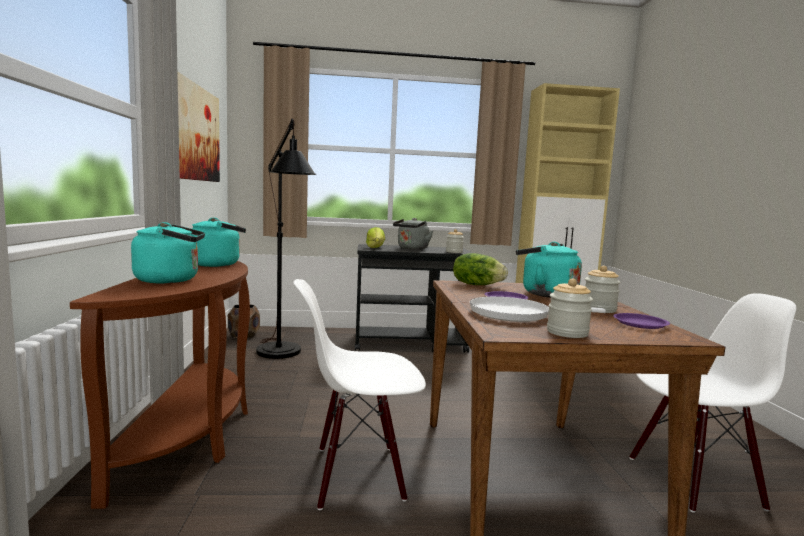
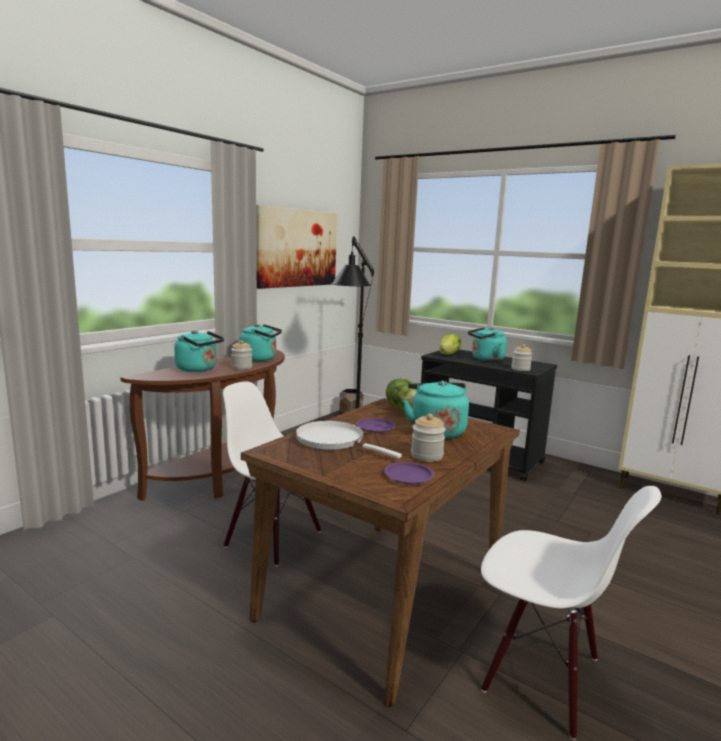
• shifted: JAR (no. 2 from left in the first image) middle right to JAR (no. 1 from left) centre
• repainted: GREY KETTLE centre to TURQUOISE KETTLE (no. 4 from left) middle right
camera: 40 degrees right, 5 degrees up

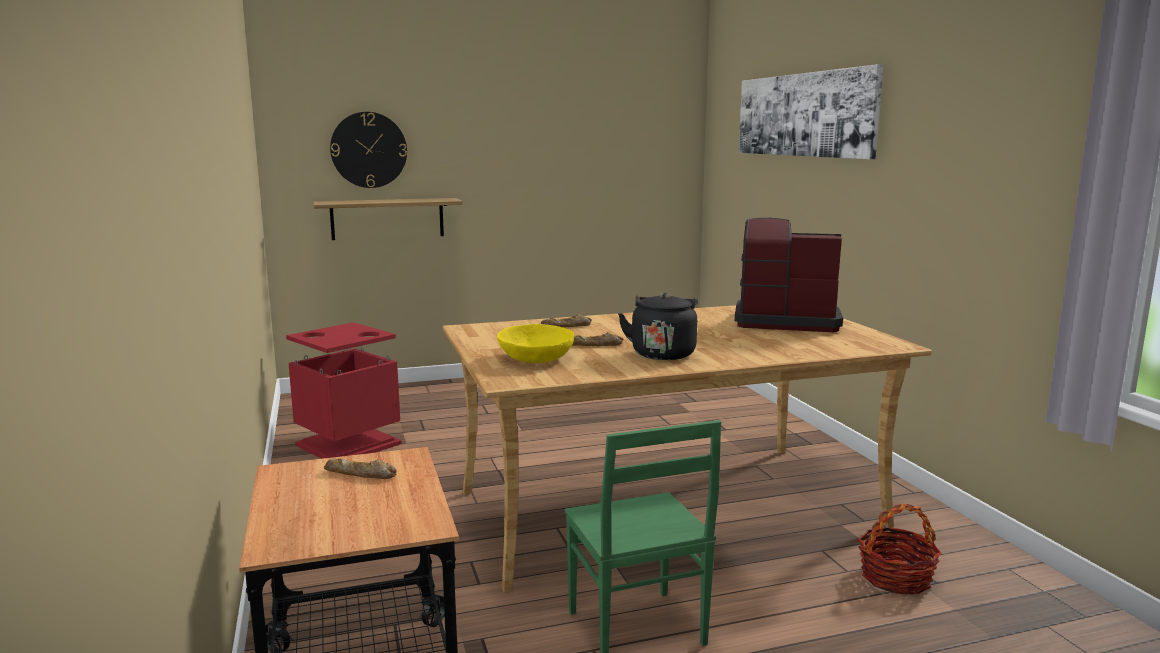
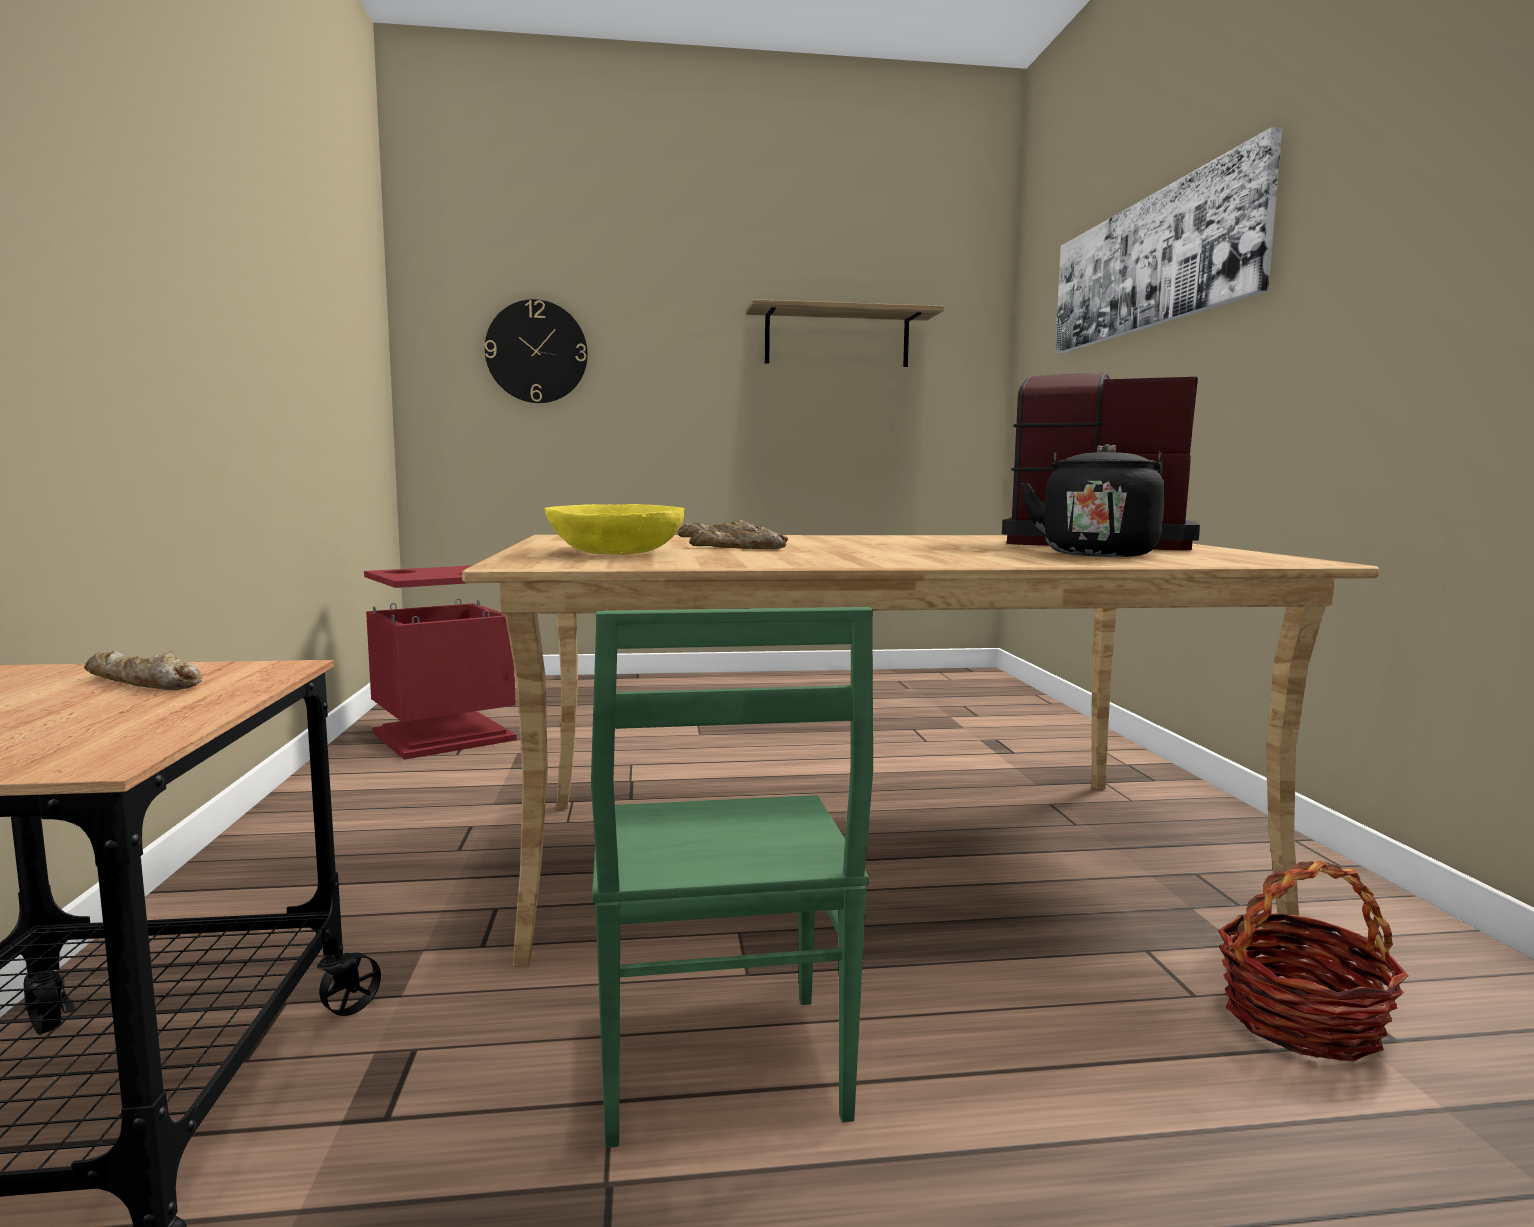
• shifted: SHELF centre to top centre
• shifted: BLACK KETTLE centre to middle right
camera: 10 degrees right, 5 degrees down

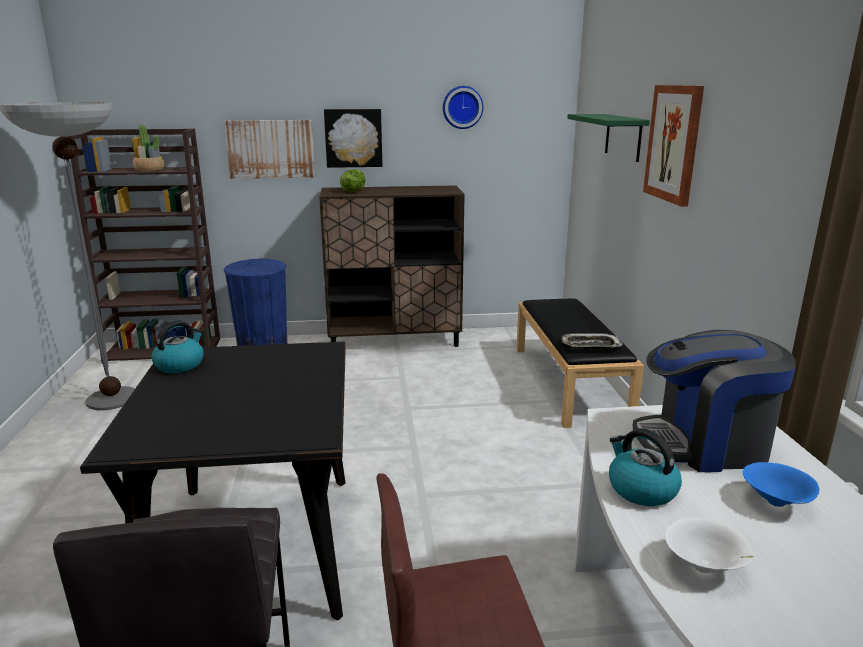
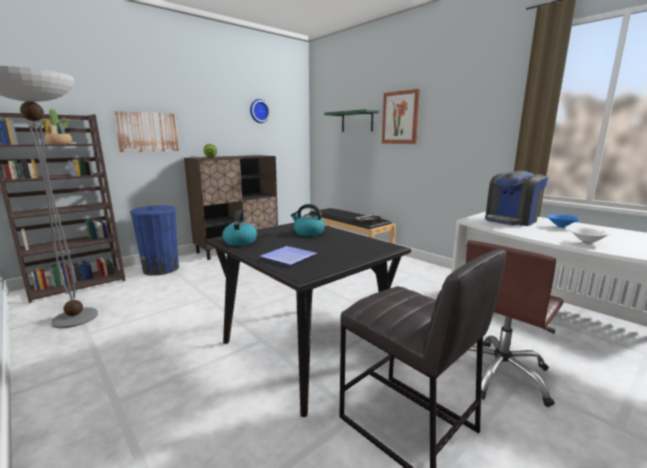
• gone: PICTURE (no. 2 from left) top centre
• new: PLATE centre
• shifted: KETTLE (no. 2 from left) bottom right to centre
camera: 35 degrees left, 5 degrees down

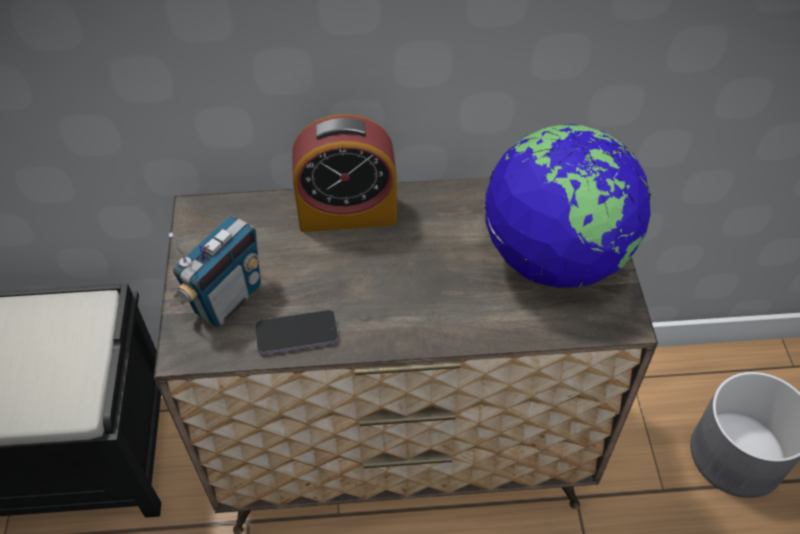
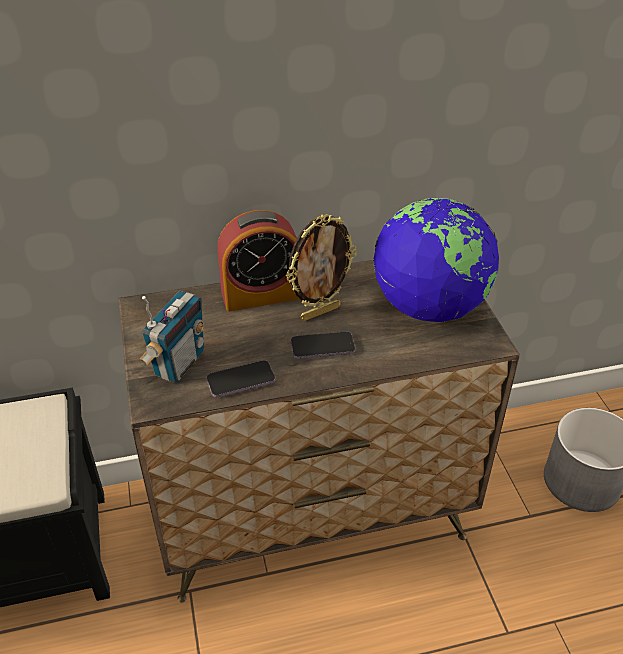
• new: PICTURE FRAME centre
• new: PHONE (no. 2 from left) centre
camera: 10 degrees left, 10 degrees down

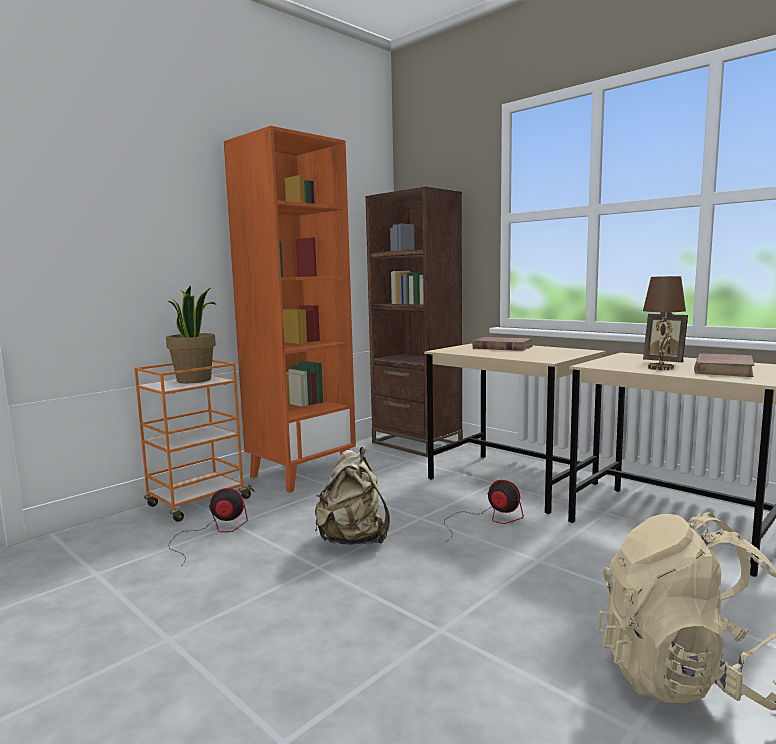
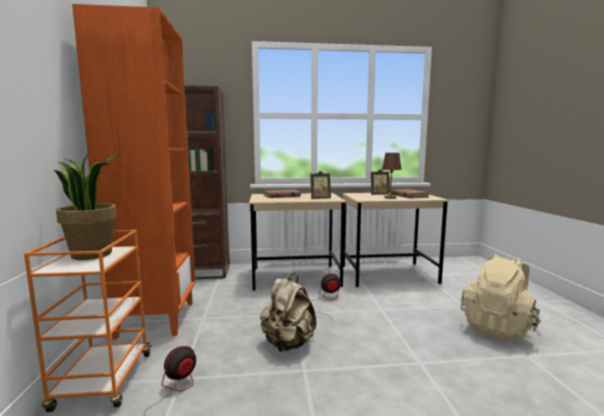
• new: PICTURE FRAME (no. 1 from left) centre
camera: 50 degrees left, 0 degrees up

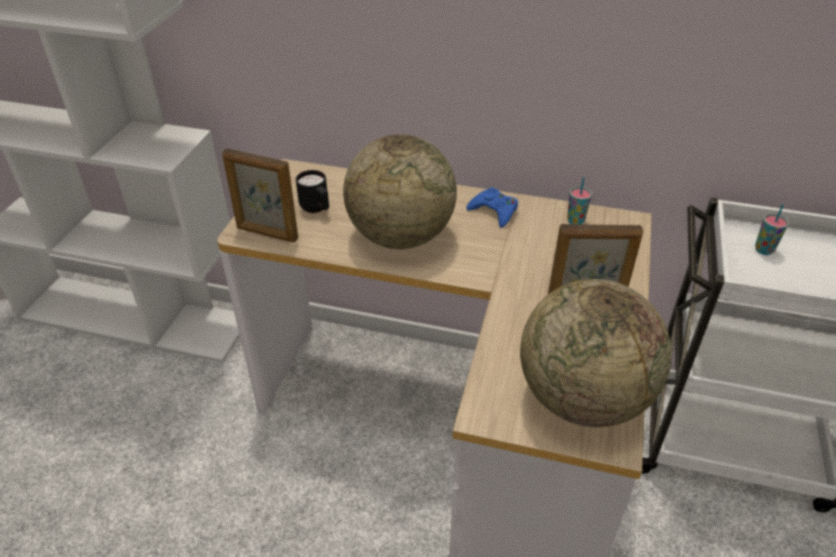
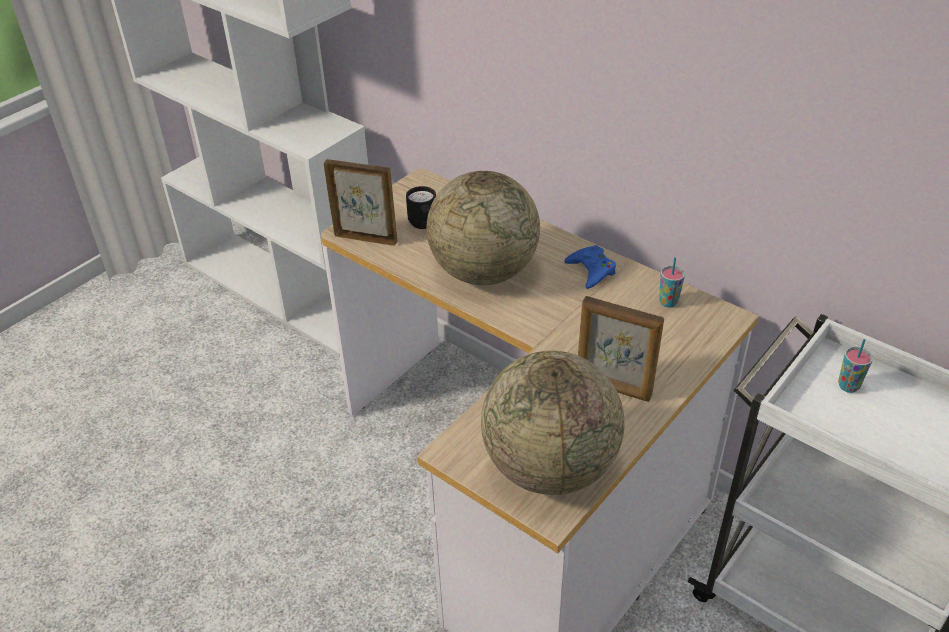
• rotated: PICTURE FRAME (no. 1 from left) middle left = top centre 150 degrees clockwise
camera: 25 degrees right, 0 degrees up

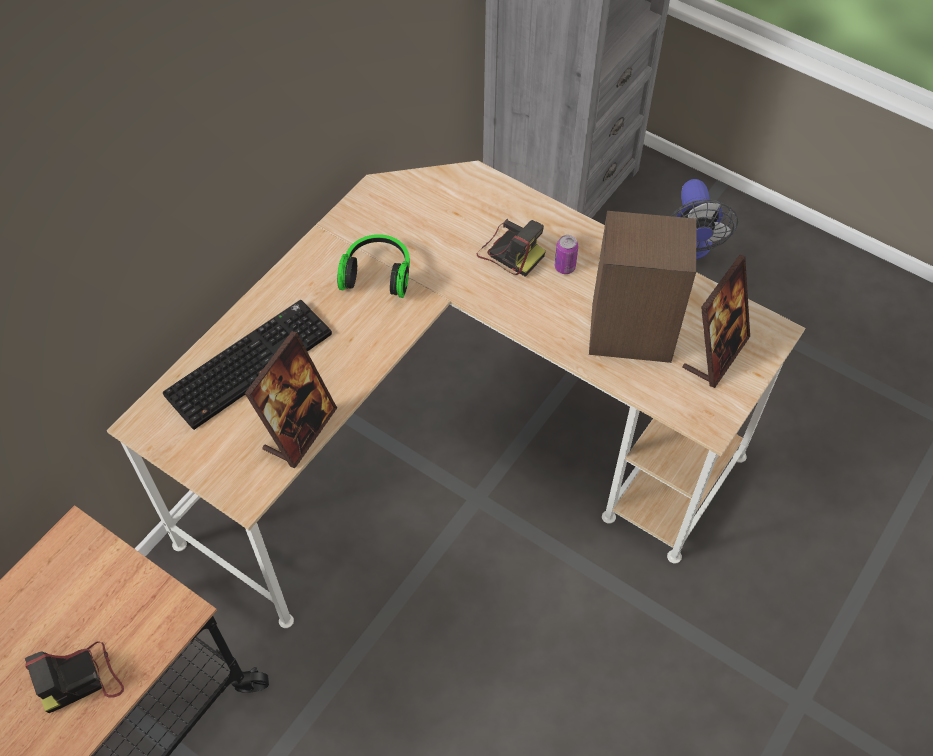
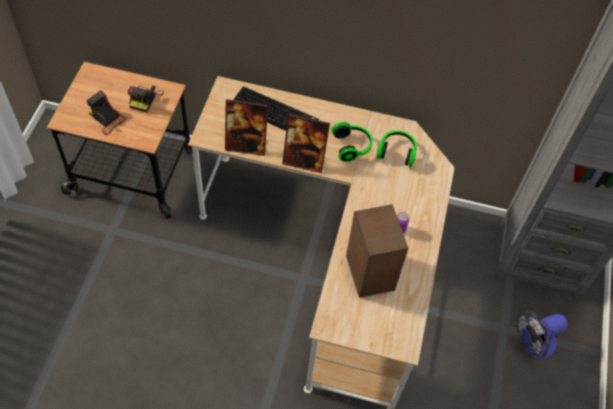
• new: HEADPHONES (no. 2 from left) centre
• shifted: PHOTO CAMERA (no. 2 from left) top centre to top left
• shifted: PICTURE FRAME (no. 2 from left) middle right to centre
camera: 65 degrees right, 0 degrees up

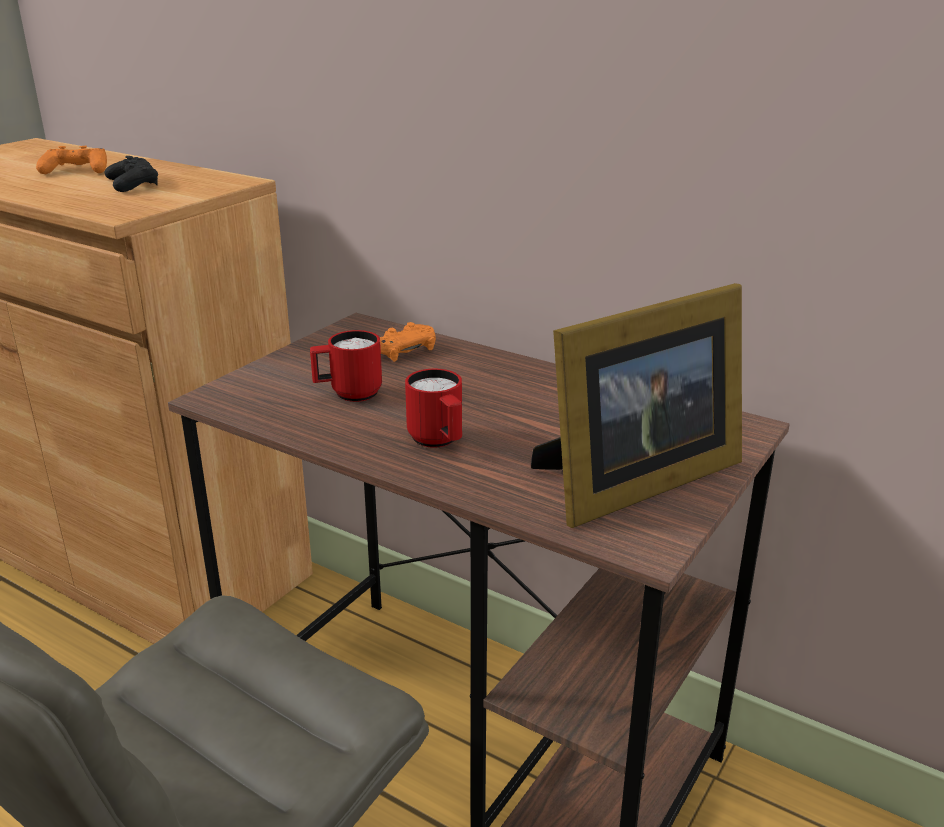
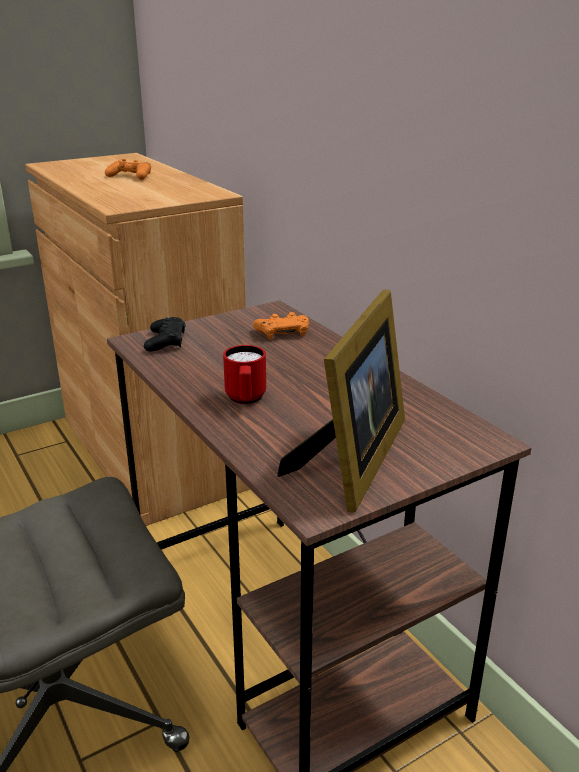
• gone: RED MUG (no. 1 from left) centre
• shifted: BLACK GAME CONTROLLER top left to middle left
• rotated: PICTURE FRAME middle right = centre 60 degrees counterclockwise
camera: 25 degrees right, 0 degrees up

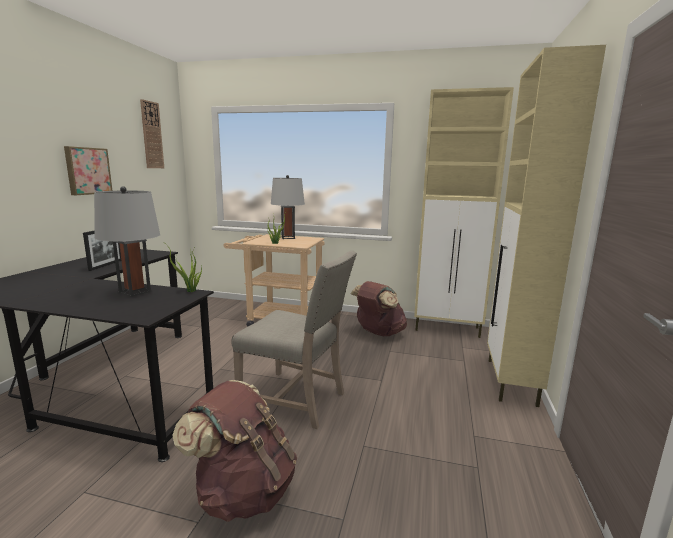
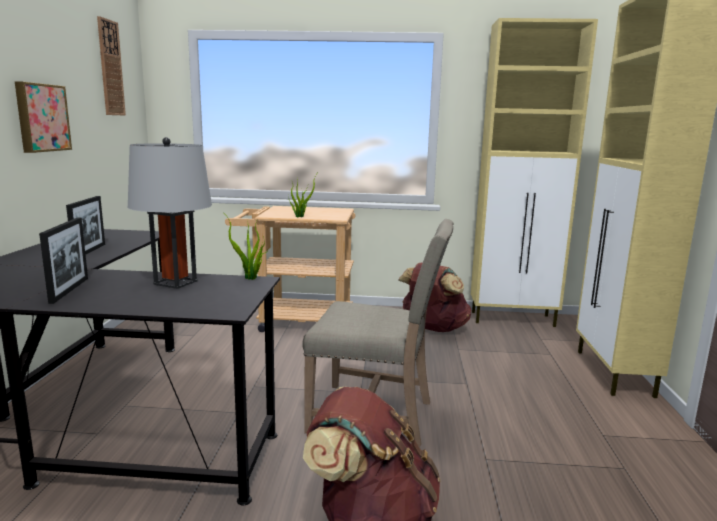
• gone: GREY TABLE LAMP (no. 2 from left) centre
• new: PICTURE FRAME (no. 1 from left) middle left
camera: 10 degrees left, 0 degrees up

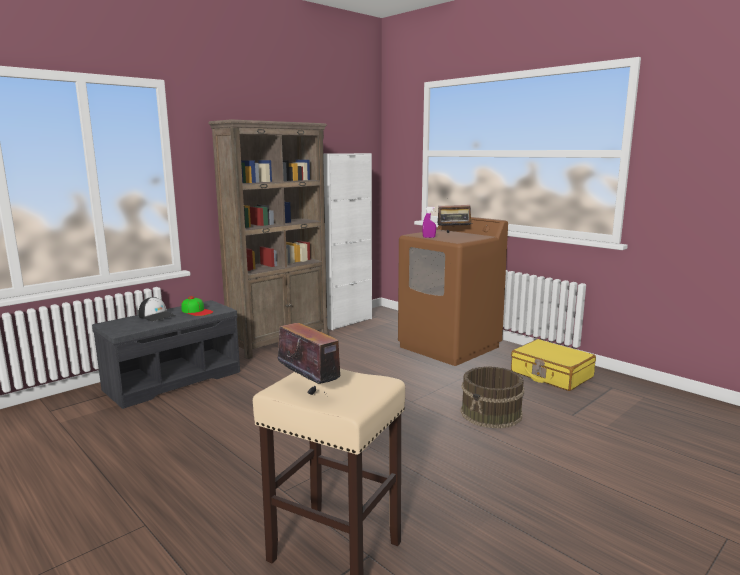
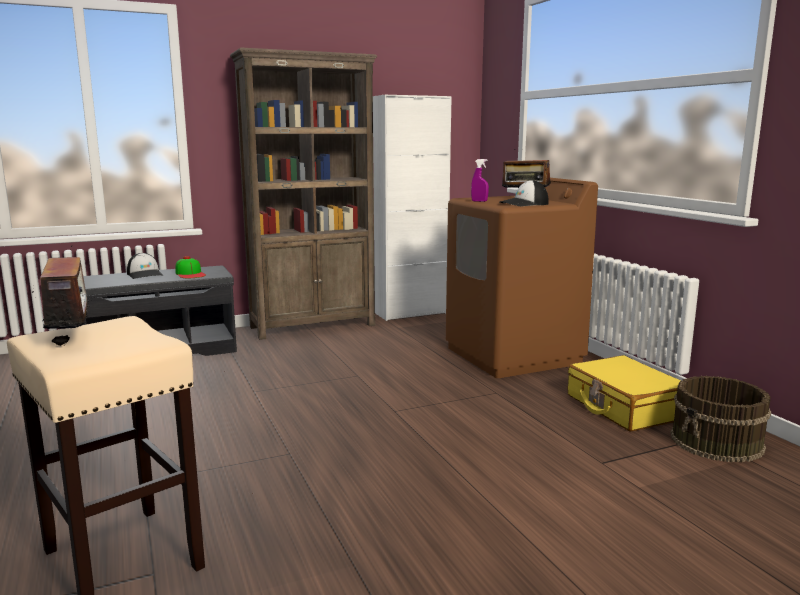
• new: CAP (no. 3 from left) top centre
• shifted: BROWN BUCKET bottom centre to bottom right
camera: 20 degrees right, 0 degrees up

